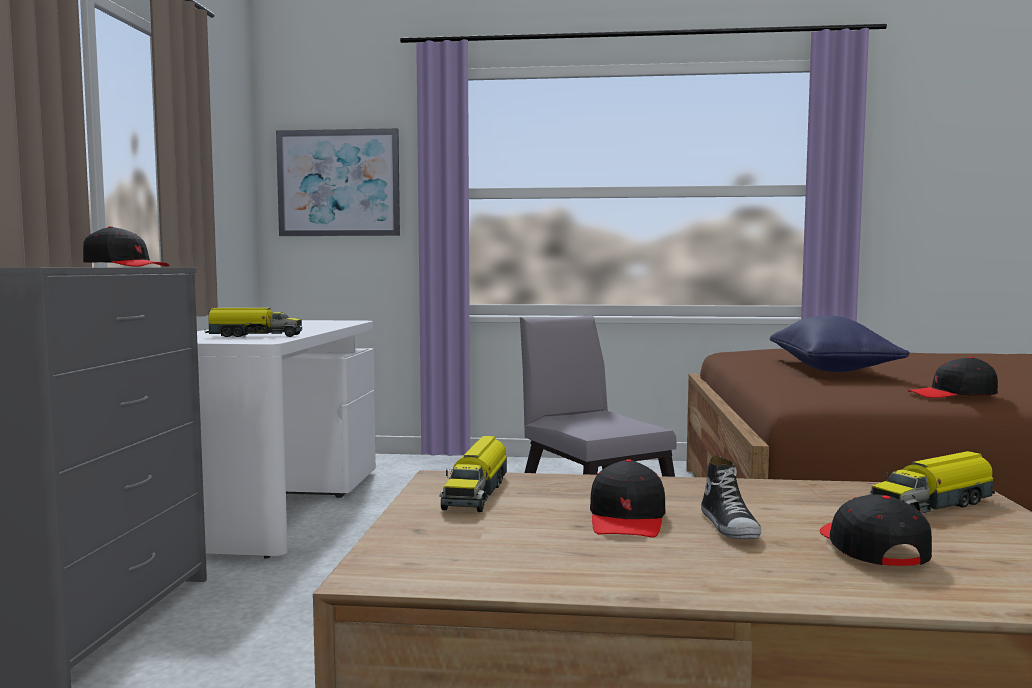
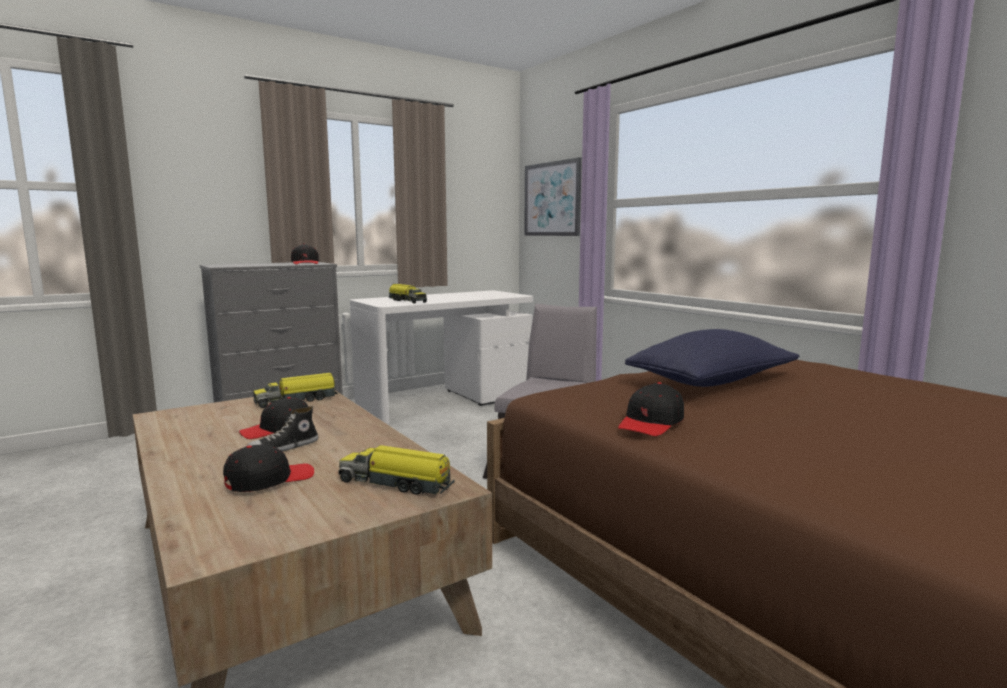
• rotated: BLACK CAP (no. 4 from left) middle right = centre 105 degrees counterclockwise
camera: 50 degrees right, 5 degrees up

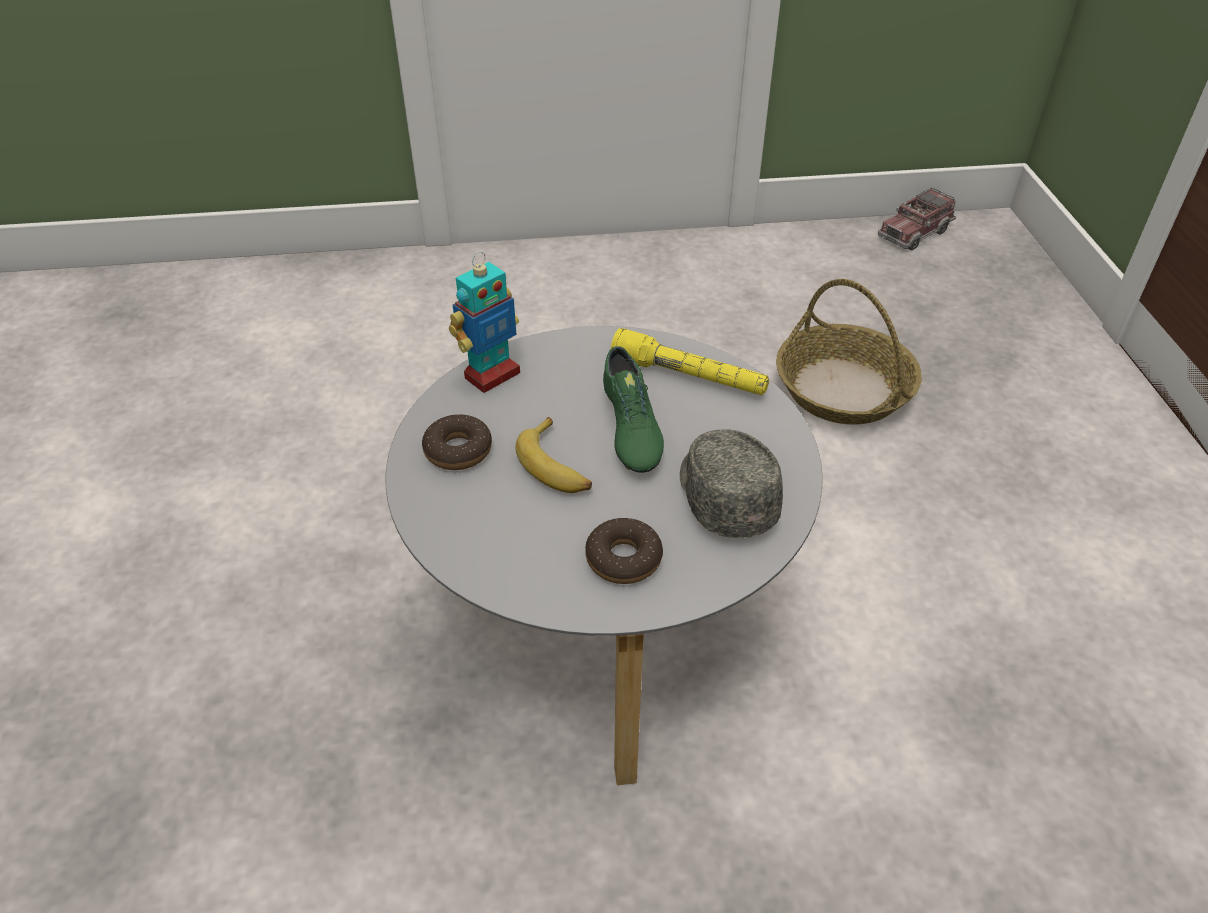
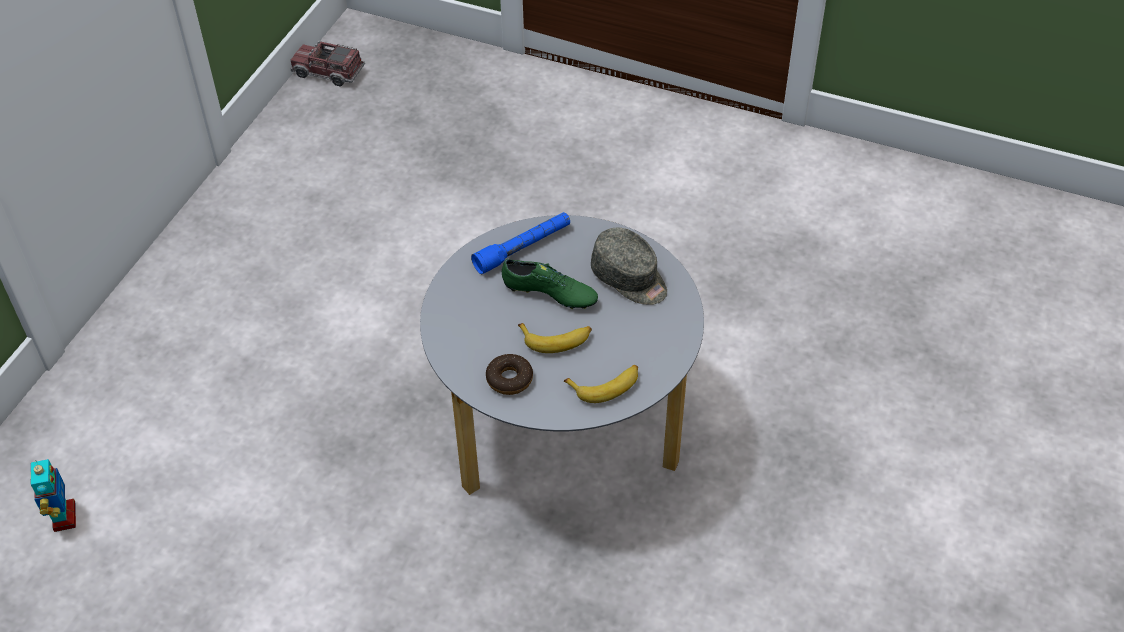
• gone: DONUT (no. 2 from left) centre
• gone: BASKET middle right
• new: BANANA (no. 2 from left) centre
• shifted: TOY ROBOT centre to bottom left
• repainted: YELLOW FLASHLIGHT centre to BLUE FLASHLIGHT centre
• rotated: GREY CAP centre = centre 150 degrees counterclockwise
• rotated: TOY TRUCK top right = top left 120 degrees clockwise
camera: 60 degrees left, 5 degrees up

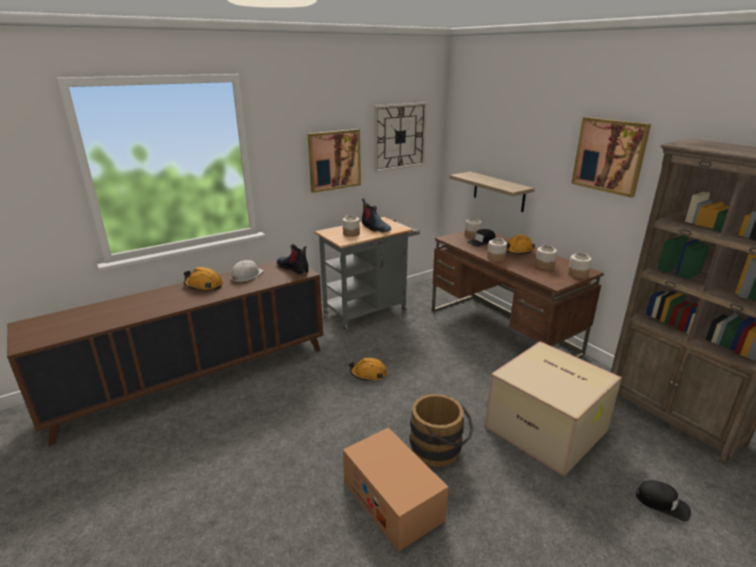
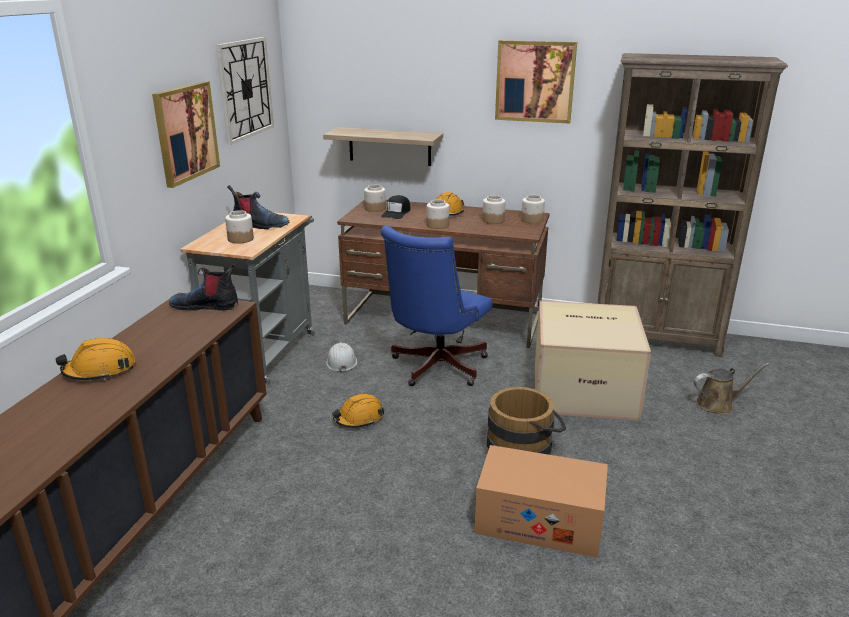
• new: BLUE OFFICE CHAIR centre
• shifted: WHITE HARD HAT middle left to centre
• swapped: BLACK CAP (no. 2 from left) bottom right to BROWN WATERING CAN middle right
camera: 40 degrees left, 0 degrees up

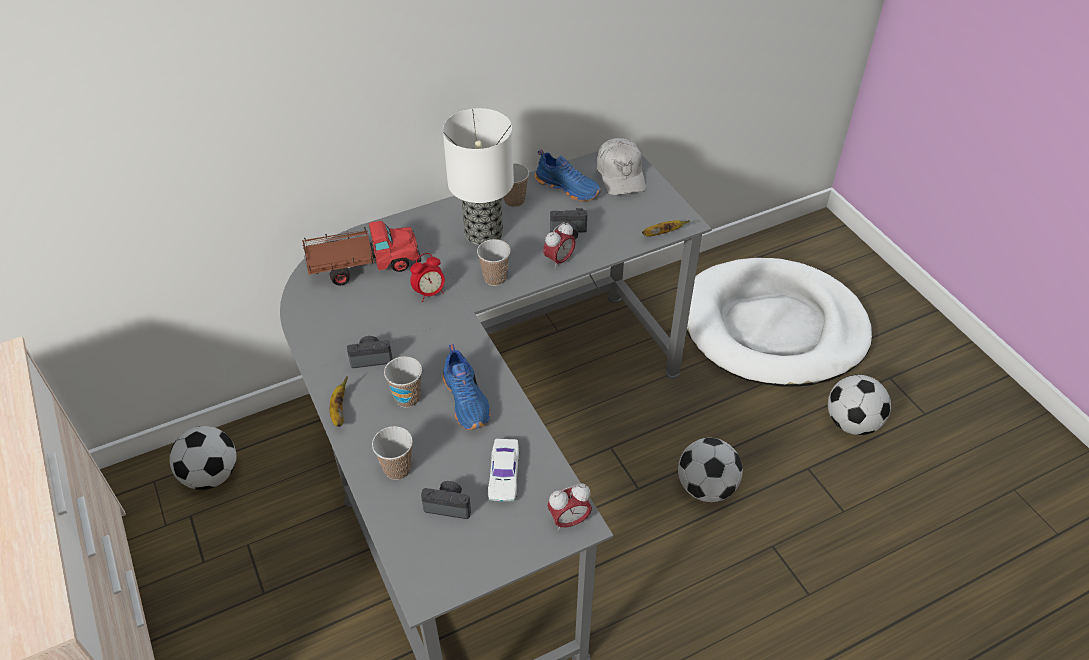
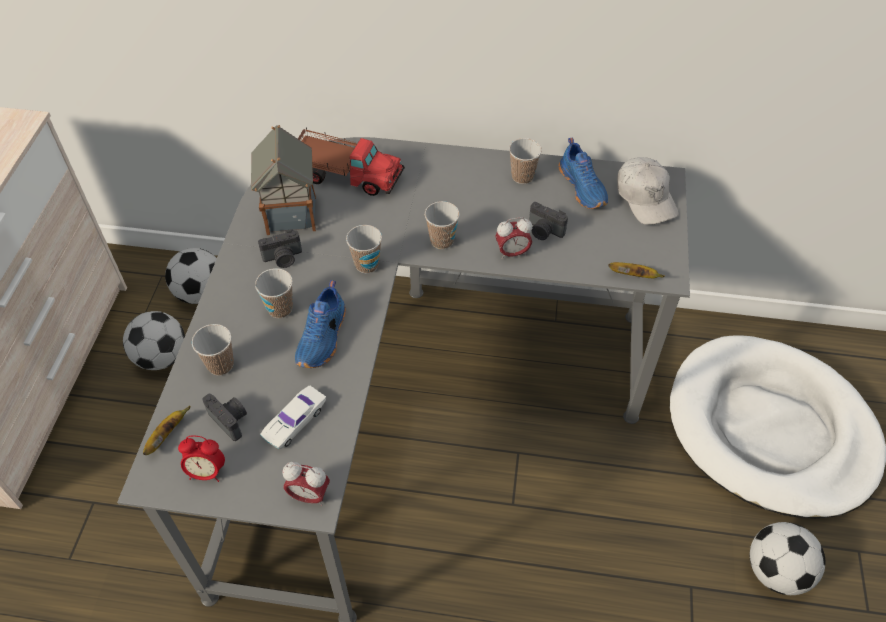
• gone: TABLE LAMP top centre
• new: TOY HOUSE top left
• new: CUP (no. 3 from left) centre
• shifted: BANANA (no. 1 from left) middle left to bottom left
• shifted: ALARM CLOCK (no. 1 from left) centre to bottom left
• shifted: FOOTBALL (no. 2 from left in the first image) bottom centre to FOOTBALL (no. 1 from left) middle left
• rotated: PHOTO CAMERA (no. 1 from left in the first image) centre = middle left 135 degrees clockwise
• rotated: WHITE CAP top centre = top right 45 degrees counterclockwise
camera: 35 degrees right, 5 degrees up

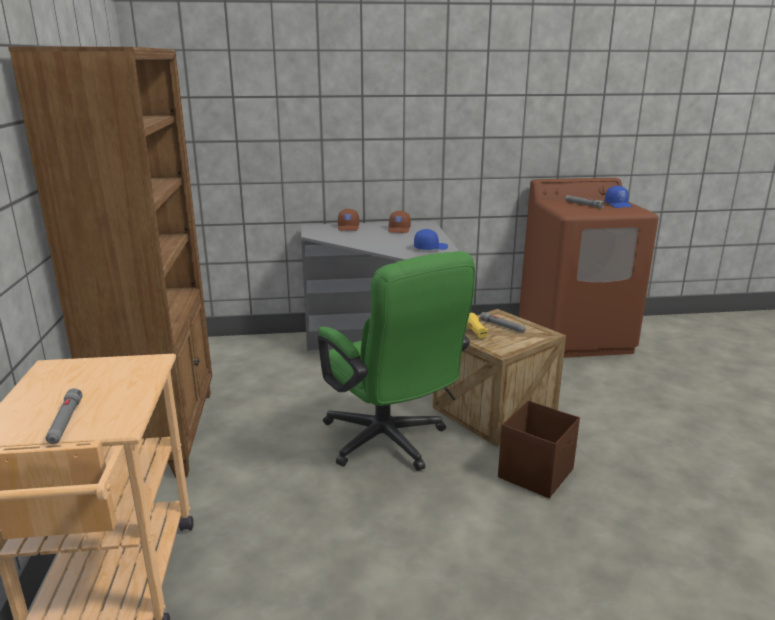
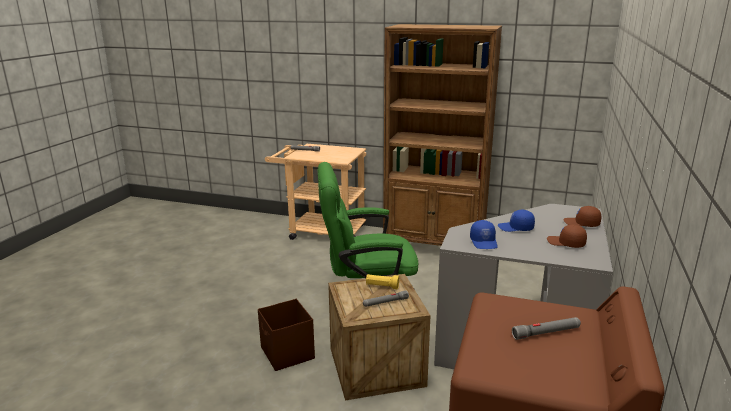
• shifted: BLUE CAP (no. 2 from left) top right to middle right
camera: 115 degrees right, 0 degrees up

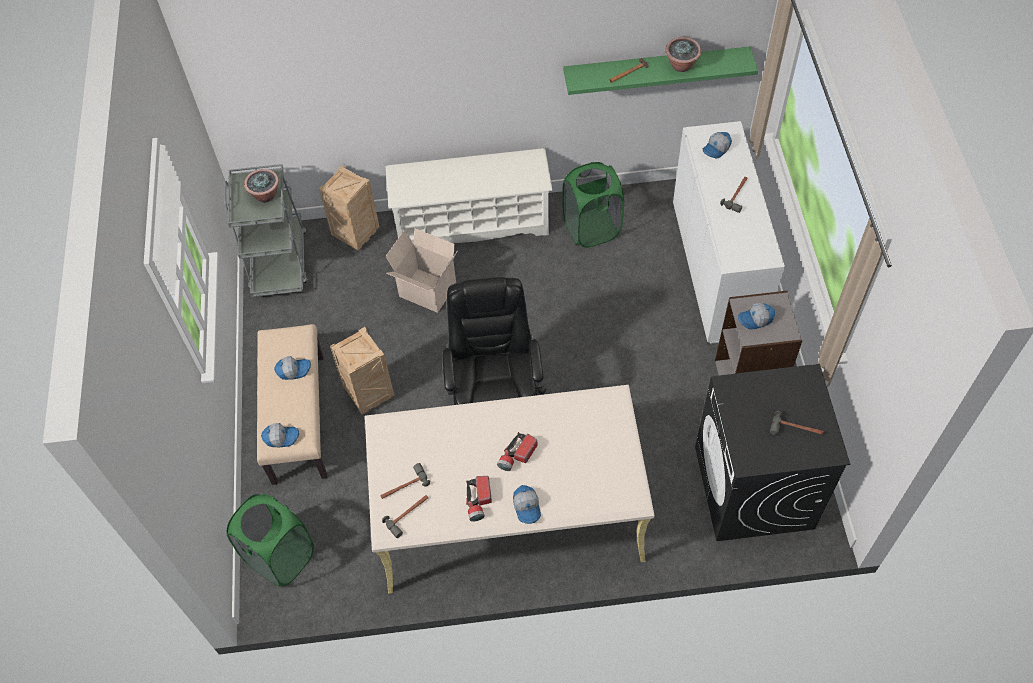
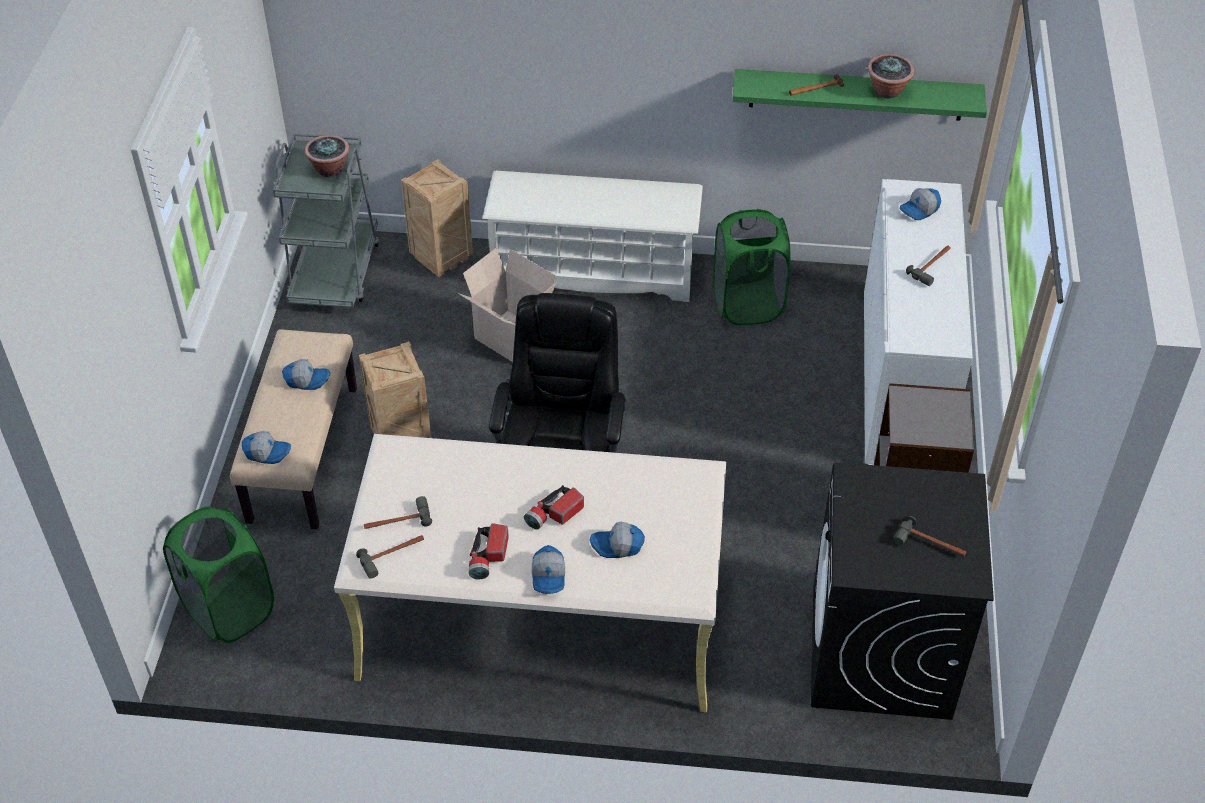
• shifted: CAP (no. 5 from left in the first image) middle right to CAP (no. 4 from left) bottom centre
camera: 10 degrees right, 10 degrees down

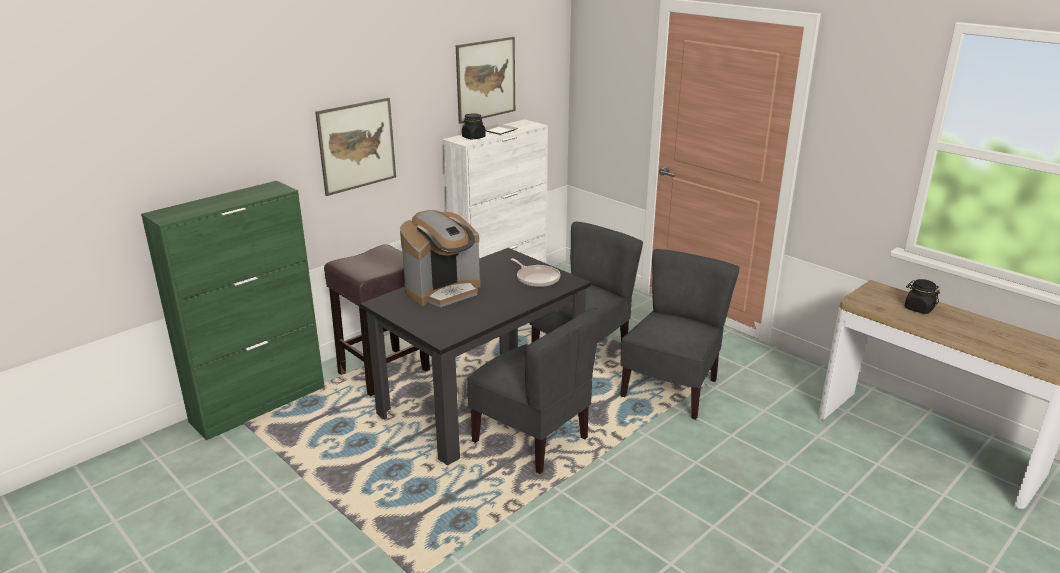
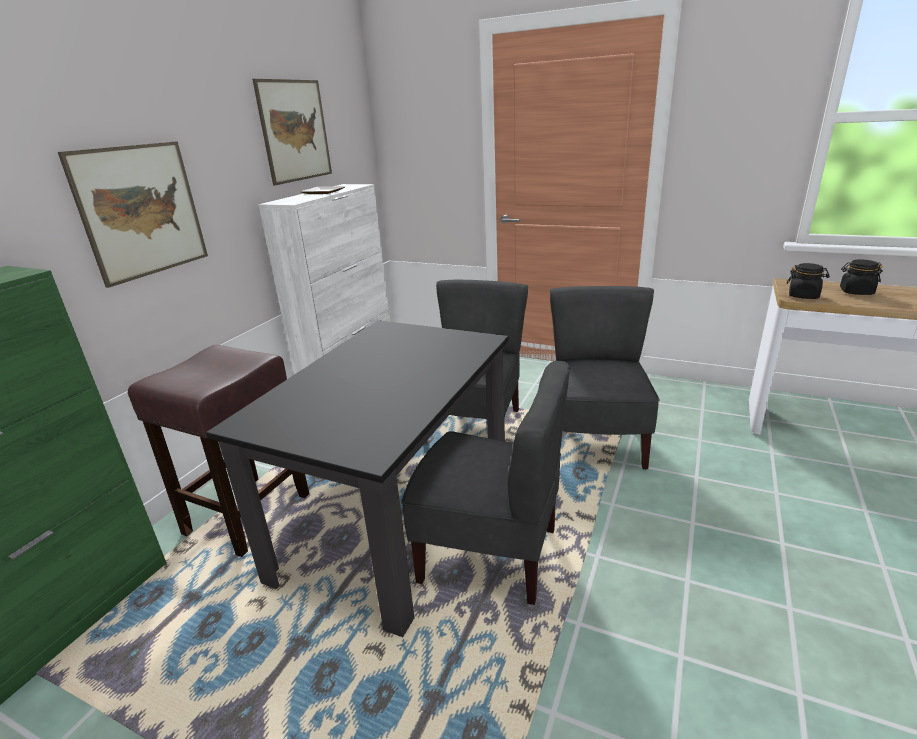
• gone: COFFEE MACHINE centre
• gone: FRYING PAN centre
• shifted: BLACK JAR (no. 1 from left) top centre to middle right
camera: 20 degrees left, 0 degrees up

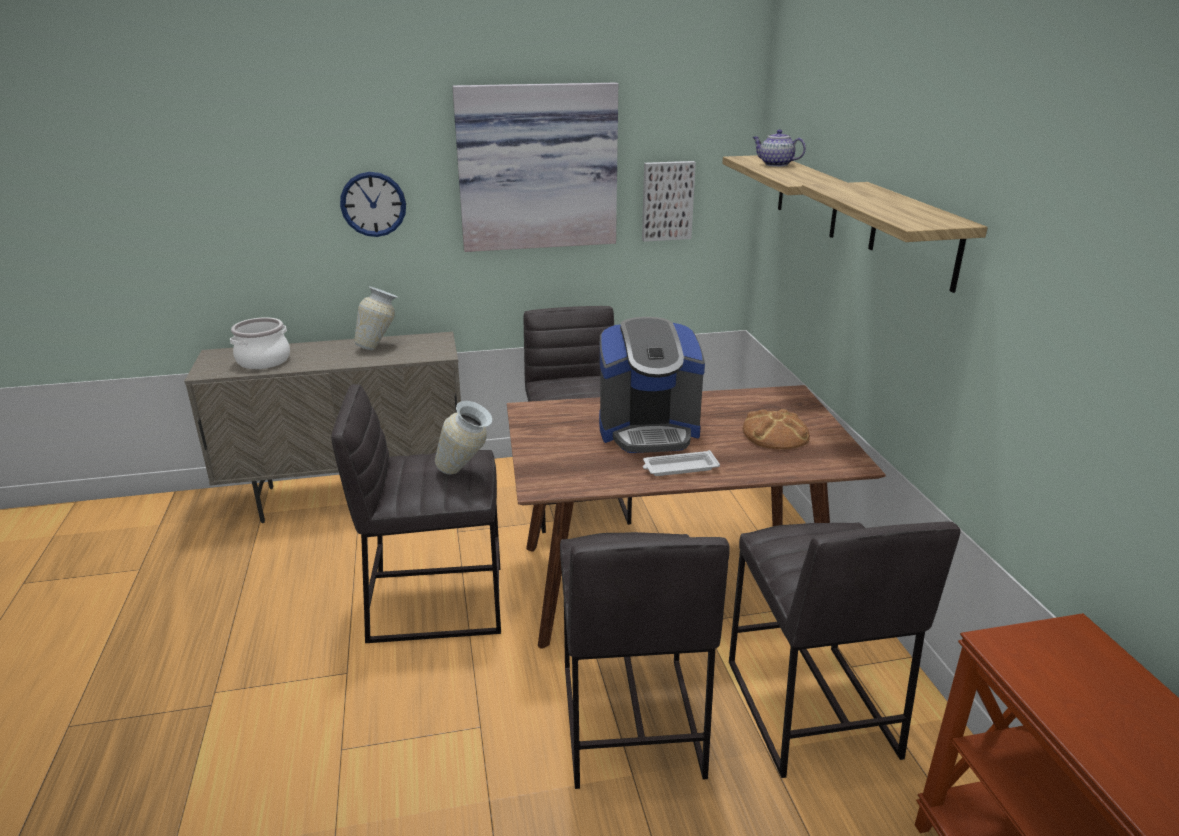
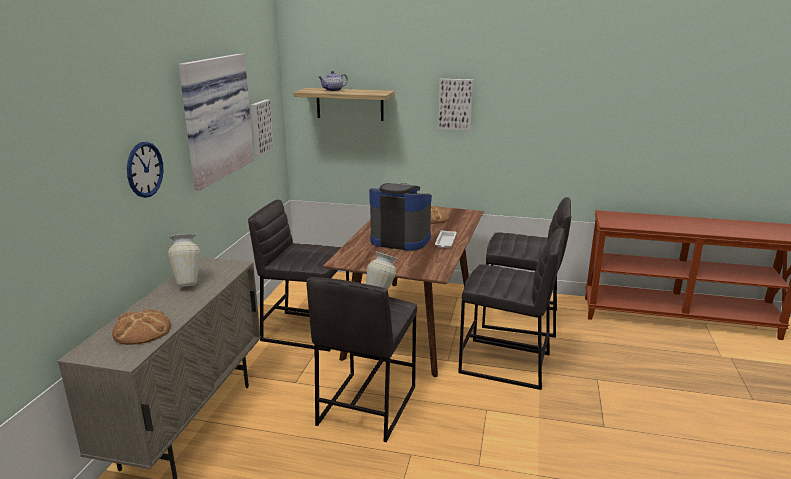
• swapped: COOKING POT middle left to BREAD (no. 1 from left) bottom left
• swapped: SHELF (no. 2 from left) top right to PICTURE (no. 3 from left) top centre
• rotated: COFFEE MACHINE centre = centre 90 degrees counterclockwise
camera: 65 degrees left, 5 degrees down

